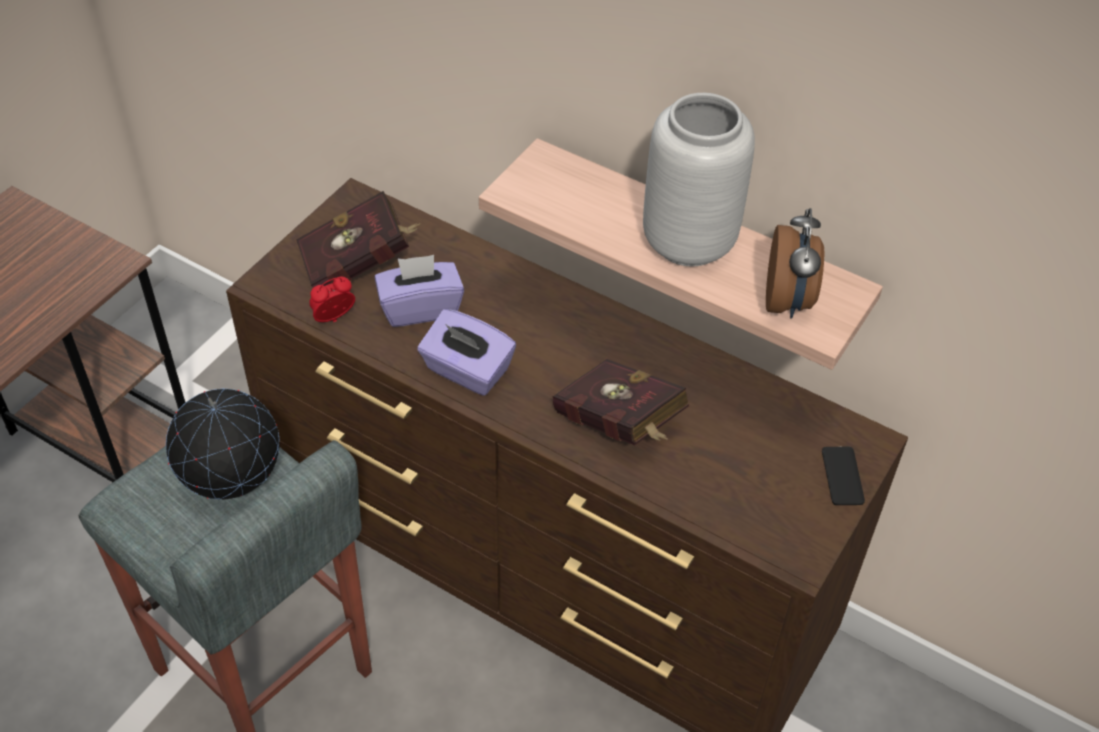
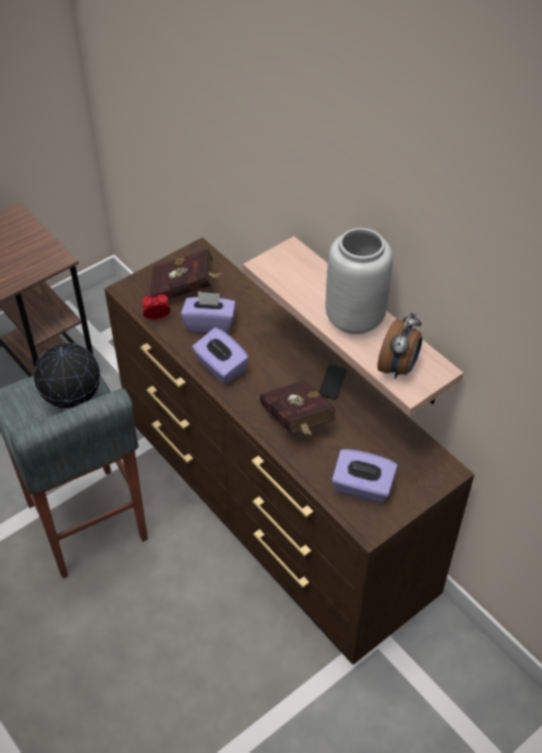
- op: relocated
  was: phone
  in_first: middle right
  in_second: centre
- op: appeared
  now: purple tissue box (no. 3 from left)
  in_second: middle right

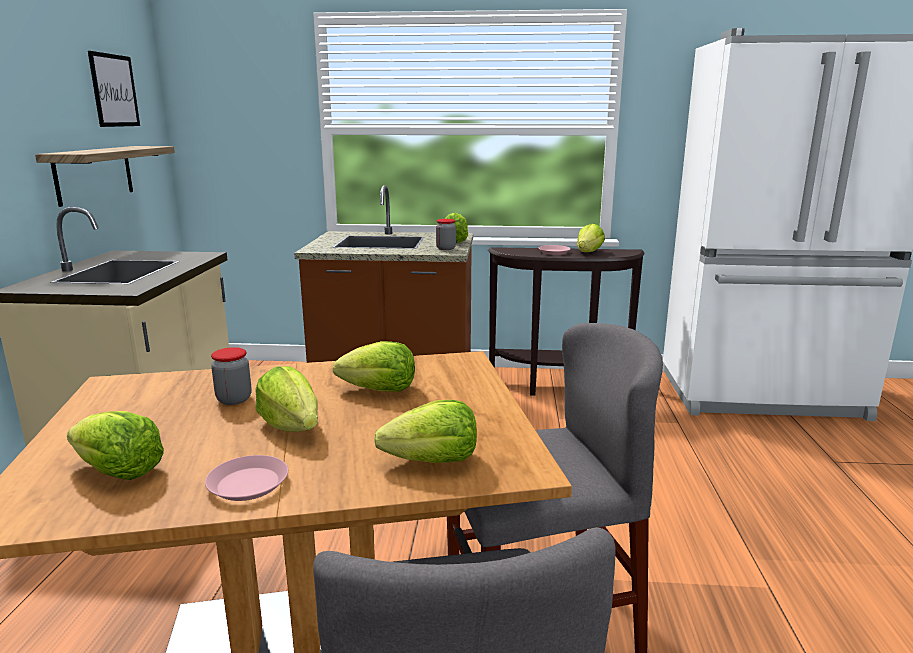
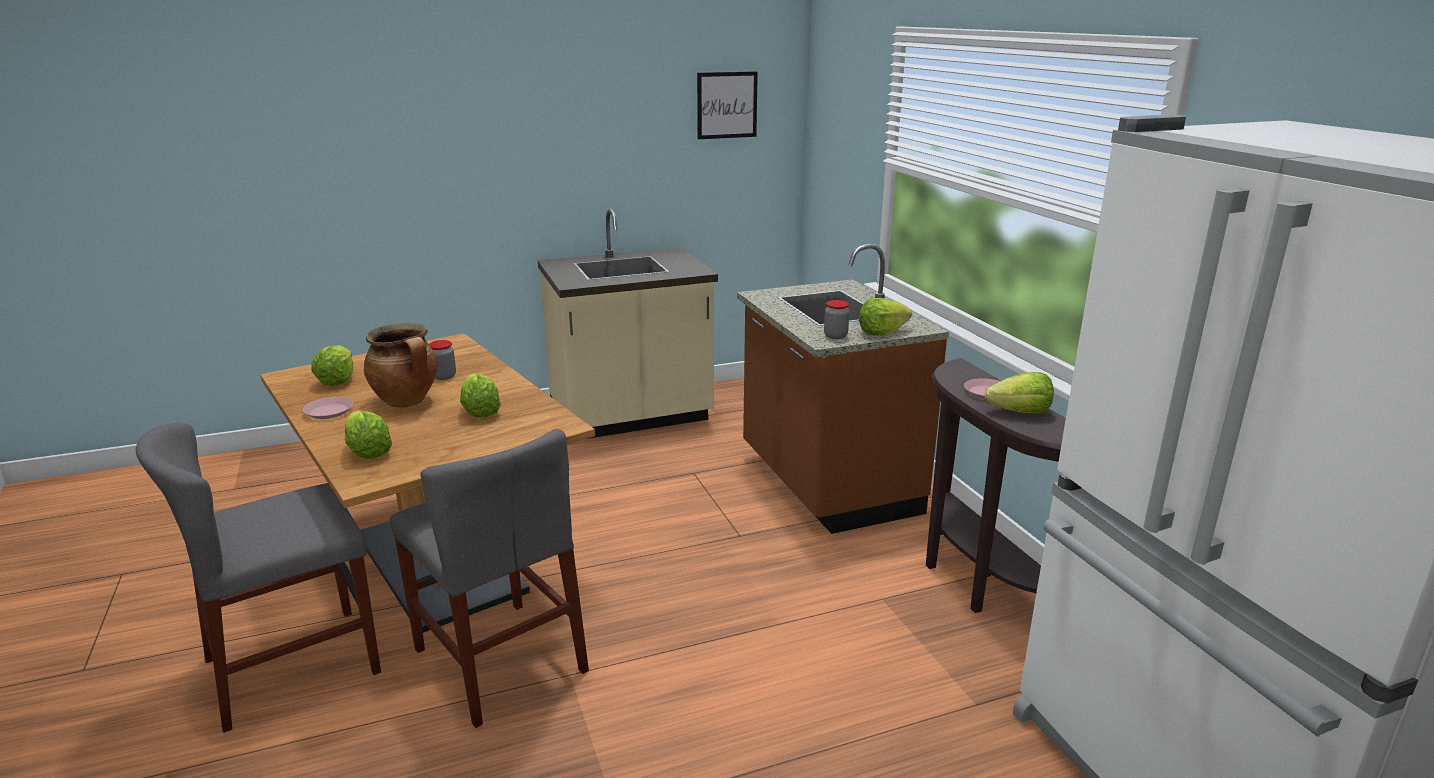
- op: missing
  was: shelf
  in_first: top left
- op: exchanged
  was: lettuce (no. 2 from left)
  now: cooking pot
  in_first: middle left
  in_second: middle left

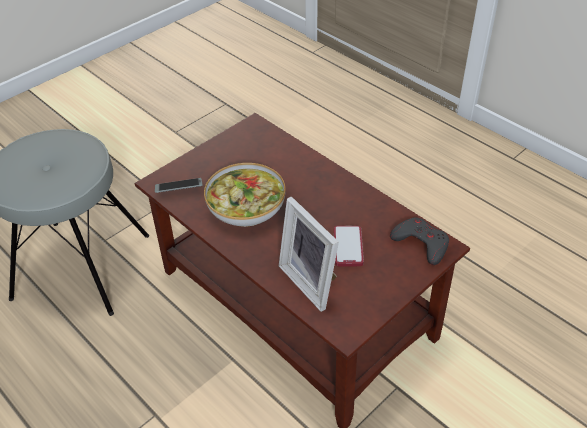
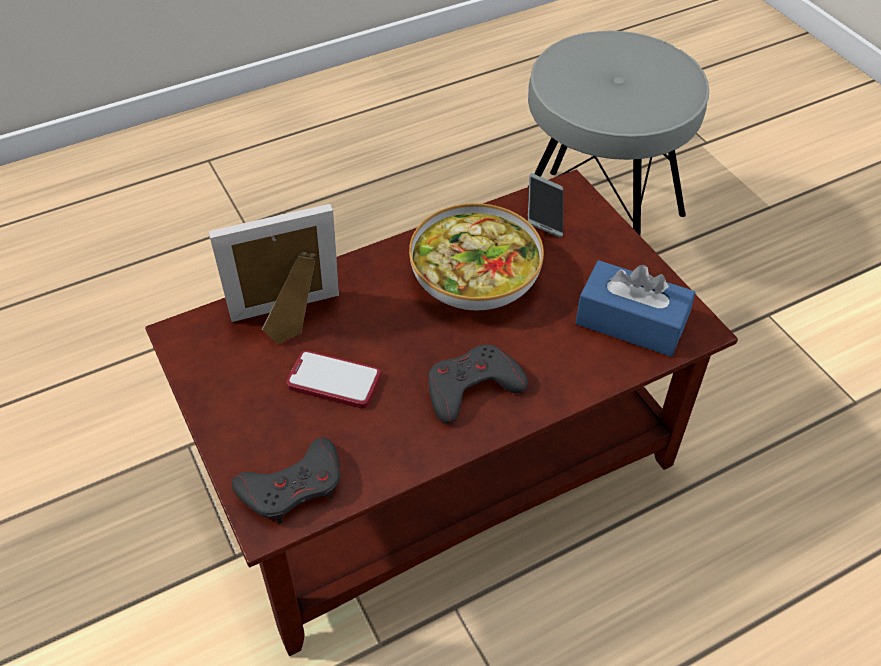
- op: appeared
  now: grey game controller (no. 2 from left)
  in_second: centre
- op: appeared
  now: blue tissue box
  in_second: middle right

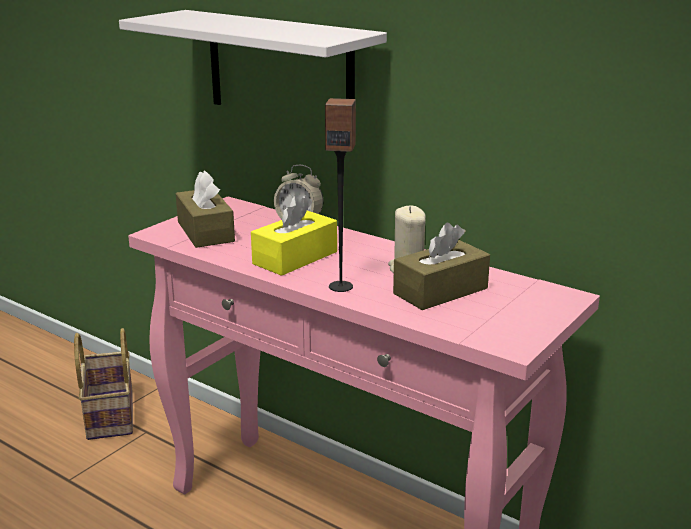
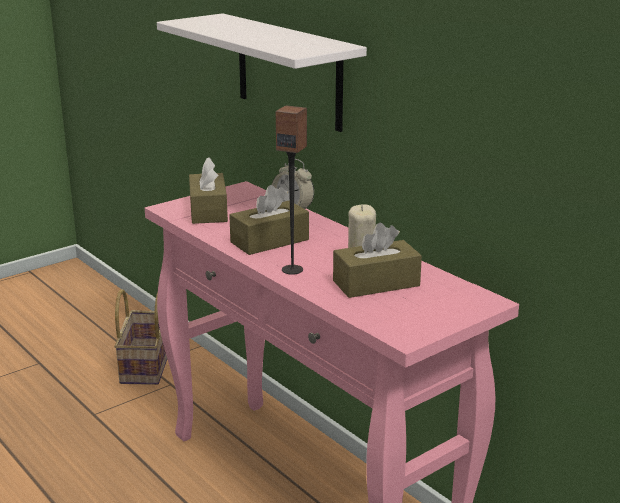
- op: colour
  was: yellow tissue box
  now: brown tissue box (no. 2 from left)
  in_first: centre
  in_second: centre

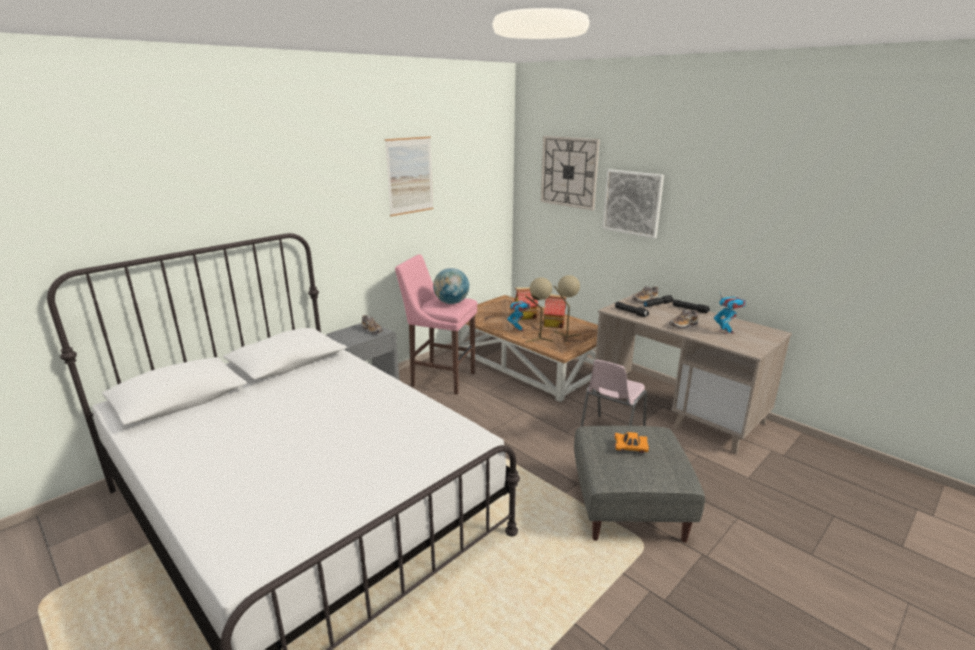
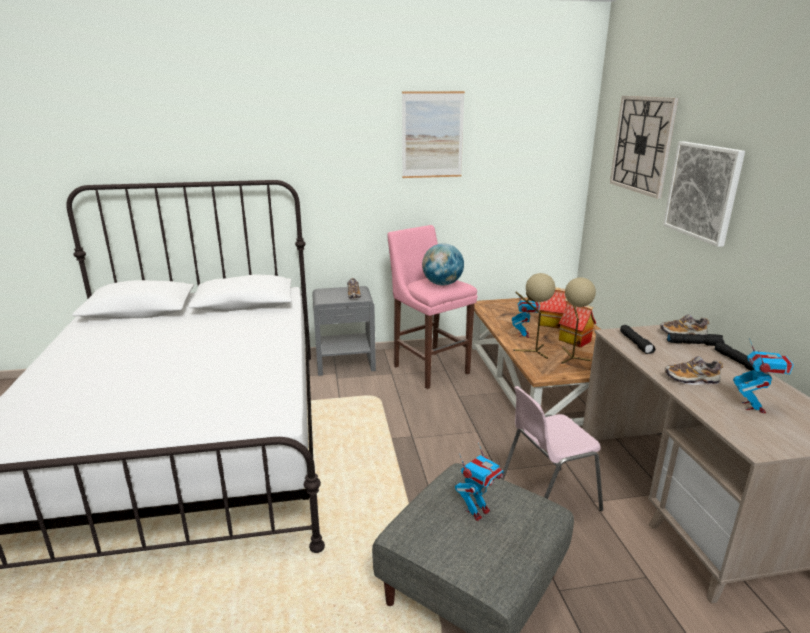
- op: exchanged
  was: orange toy car
  now: toy robot (no. 1 from left)
  in_first: bottom centre
  in_second: bottom centre

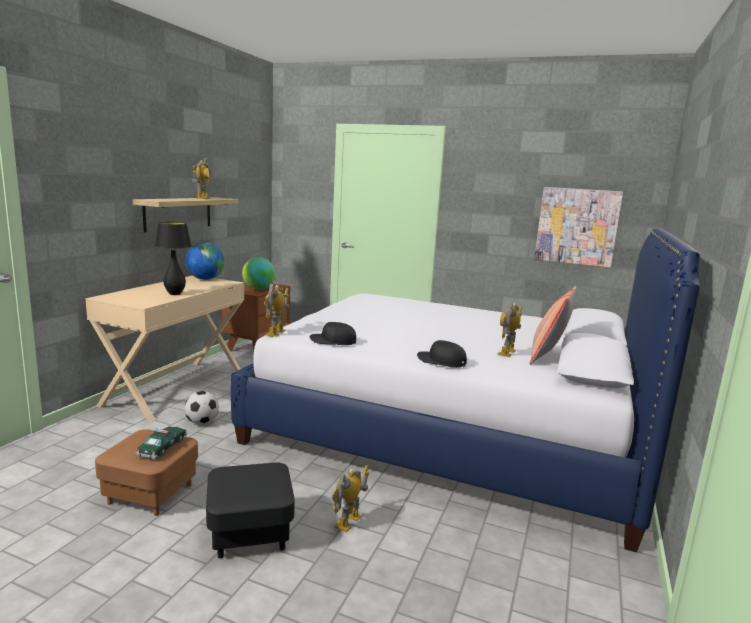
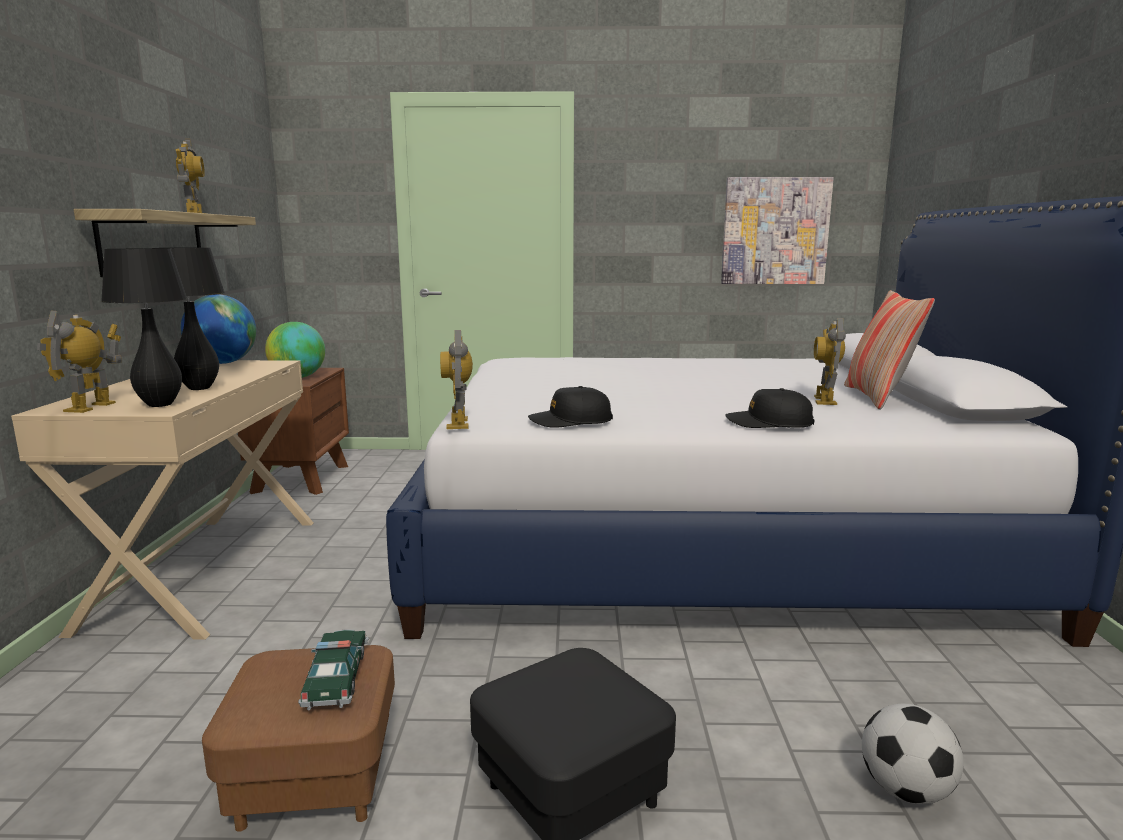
- op: relocated
  was: football
  in_first: middle left
  in_second: bottom right
- op: relocated
  was: toy robot (no. 3 from left in the first image)
  now: toy robot (no. 1 from left)
  in_first: bottom centre
  in_second: middle left
- op: appeared
  now: black table lamp (no. 1 from left)
  in_second: middle left

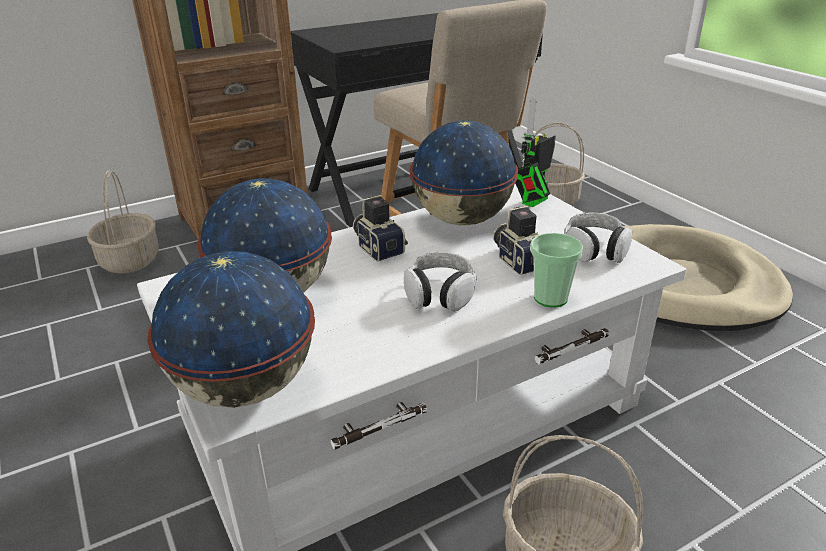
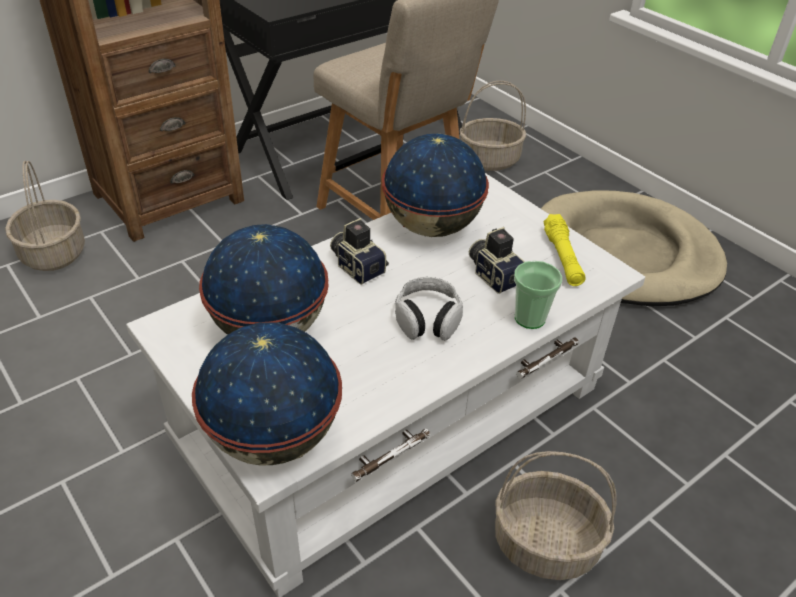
- op: missing
  was: toy robot
  in_first: top centre
- op: exchanged
  was: headphones (no. 2 from left)
  now: yellow flashlight
  in_first: middle right
  in_second: middle right

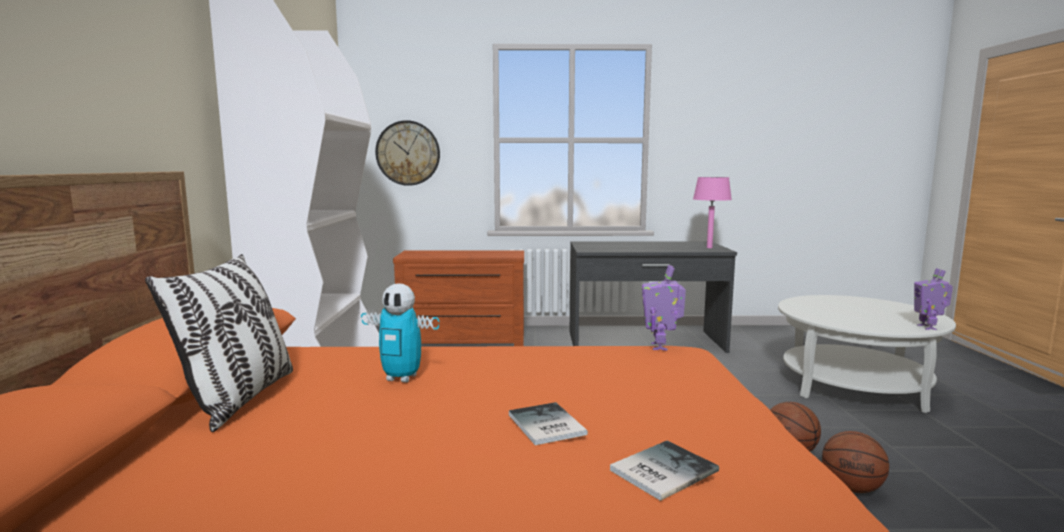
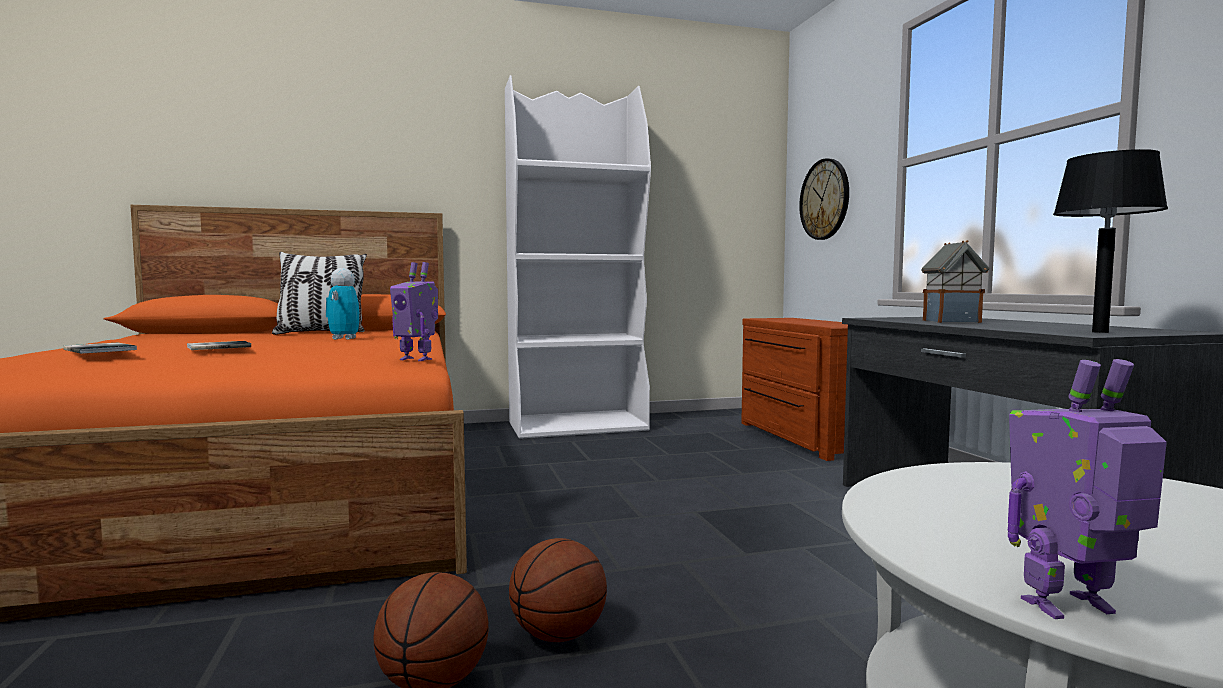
- op: spun
  was: toy robot (no. 2 from left)
  in_first: centre
  in_second: centre
  clockwise: -150
- op: colour
  was: pink table lamp
  now: black table lamp
  in_first: middle right
  in_second: middle right
- op: appeared
  now: toy house
  in_second: middle right

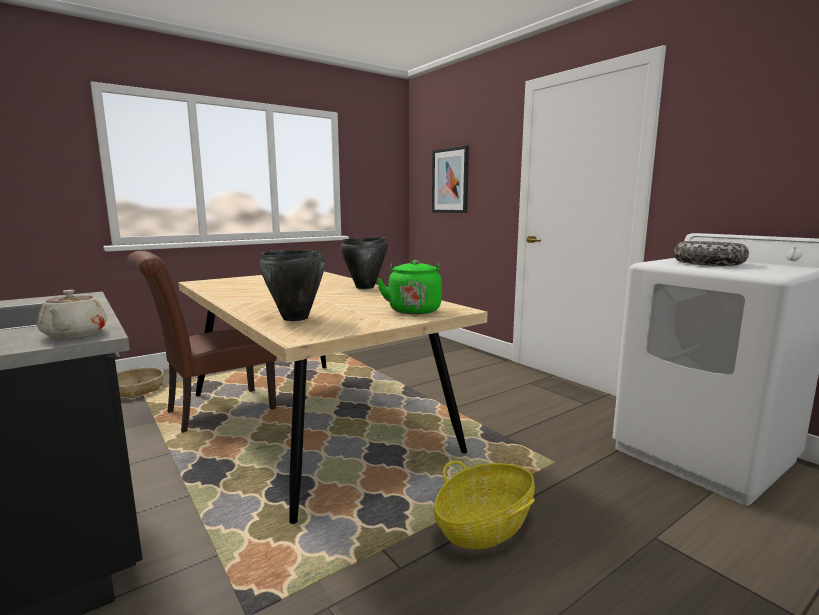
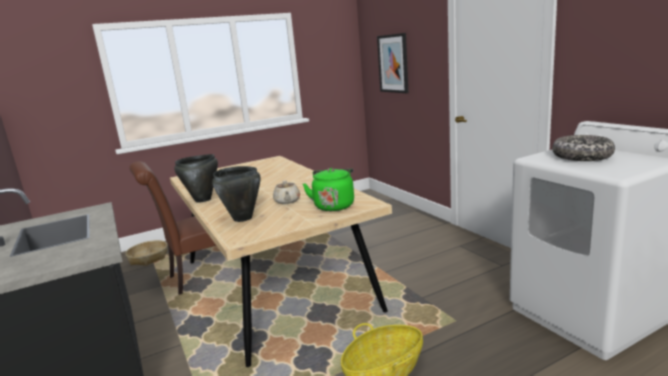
- op: relocated
  was: beige teapot
  in_first: middle left
  in_second: centre
- op: relocated
  was: black cooking pot (no. 2 from left in the first image)
  now: black cooking pot (no. 1 from left)
  in_first: centre
  in_second: middle left

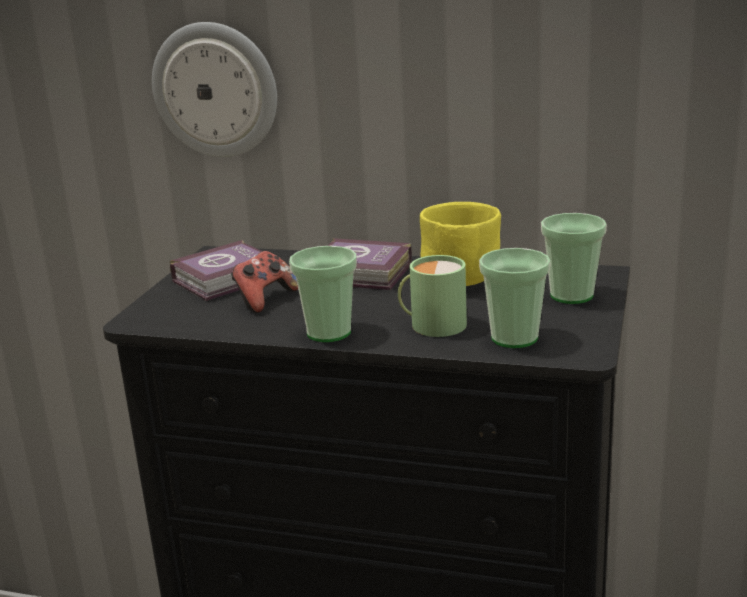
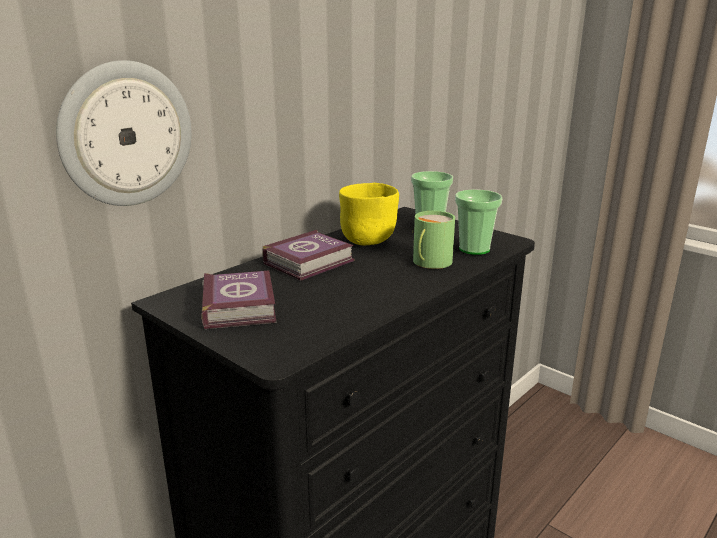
- op: missing
  was: game controller
  in_first: centre
- op: missing
  was: cup (no. 1 from left)
  in_first: centre

